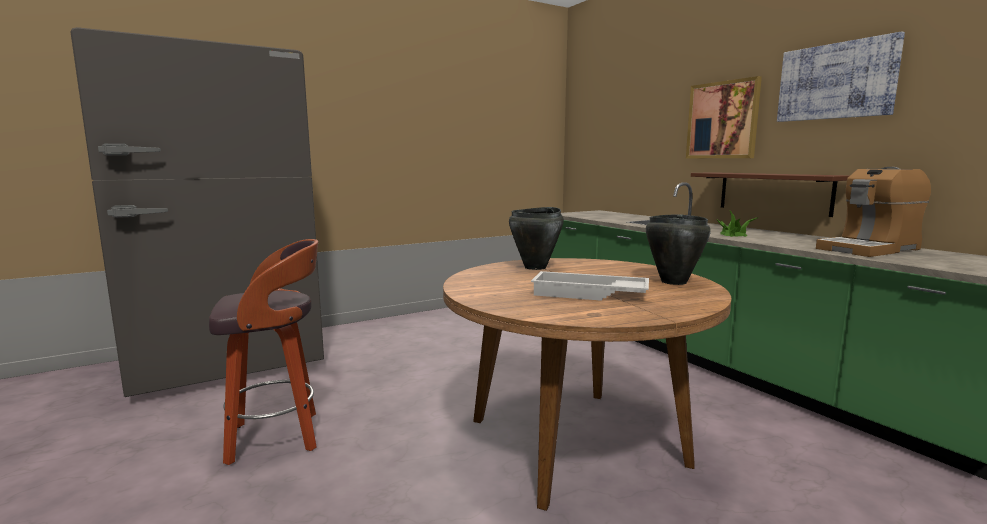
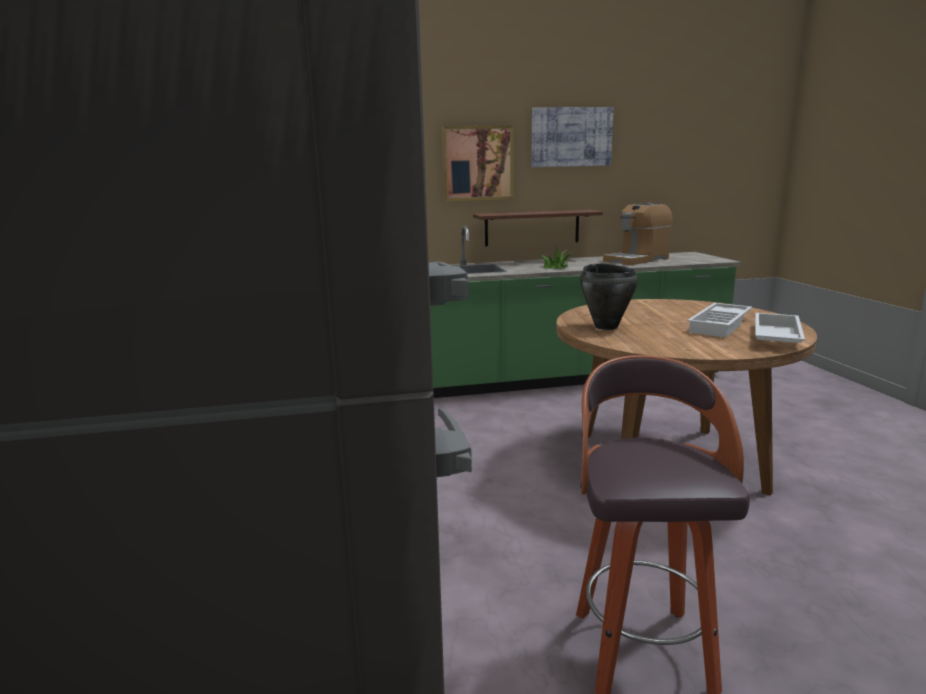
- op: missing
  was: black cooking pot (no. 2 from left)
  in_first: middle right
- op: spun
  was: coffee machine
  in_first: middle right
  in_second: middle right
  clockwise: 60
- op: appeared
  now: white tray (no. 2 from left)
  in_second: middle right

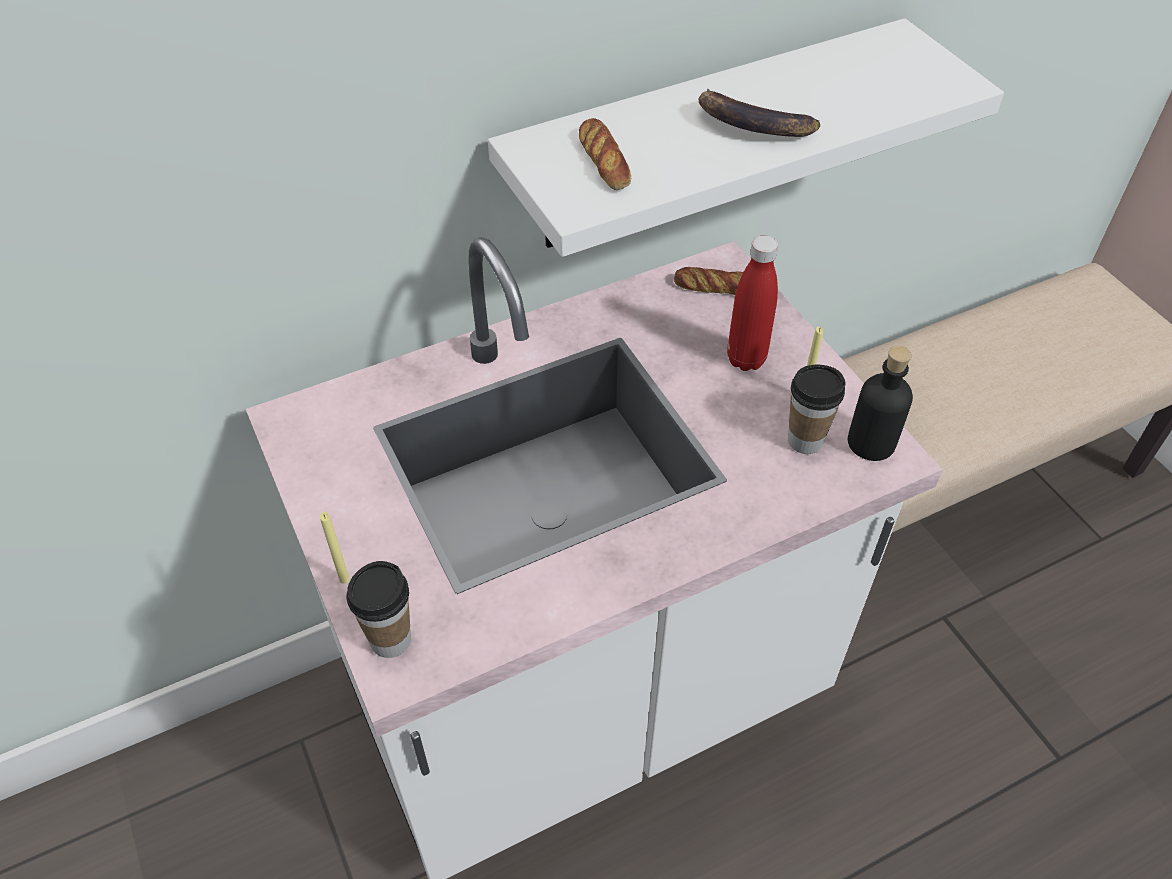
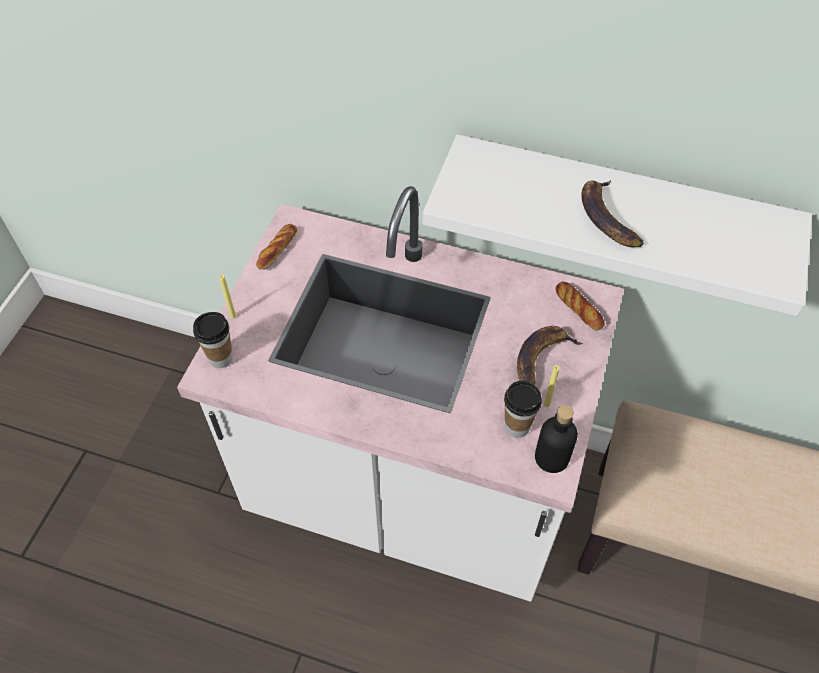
- op: relocated
  was: bread (no. 1 from left)
  in_first: top centre
  in_second: centre
- op: exchanged
  was: red bottle
  now: banana (no. 1 from left)
  in_first: centre
  in_second: middle right

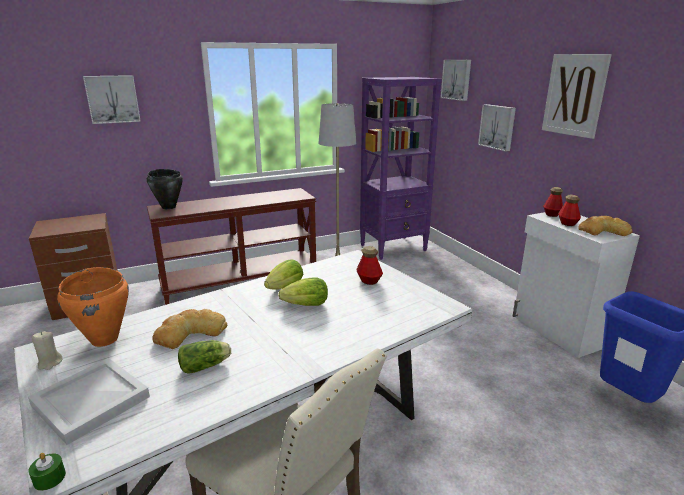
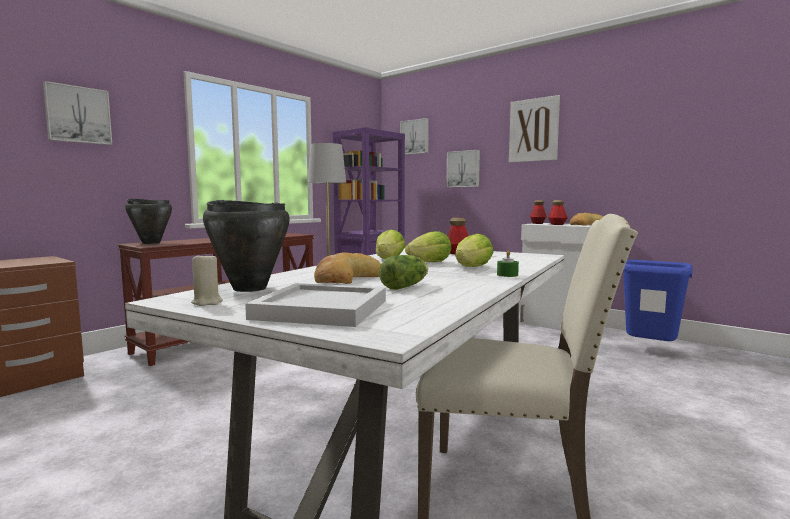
- op: relocated
  was: green candle
  in_first: bottom left
  in_second: centre
- op: colour
  was: orange cooking pot
  now: black cooking pot (no. 2 from left)
  in_first: middle left
  in_second: middle left
- op: appeared
  now: lettuce (no. 4 from left)
  in_second: centre

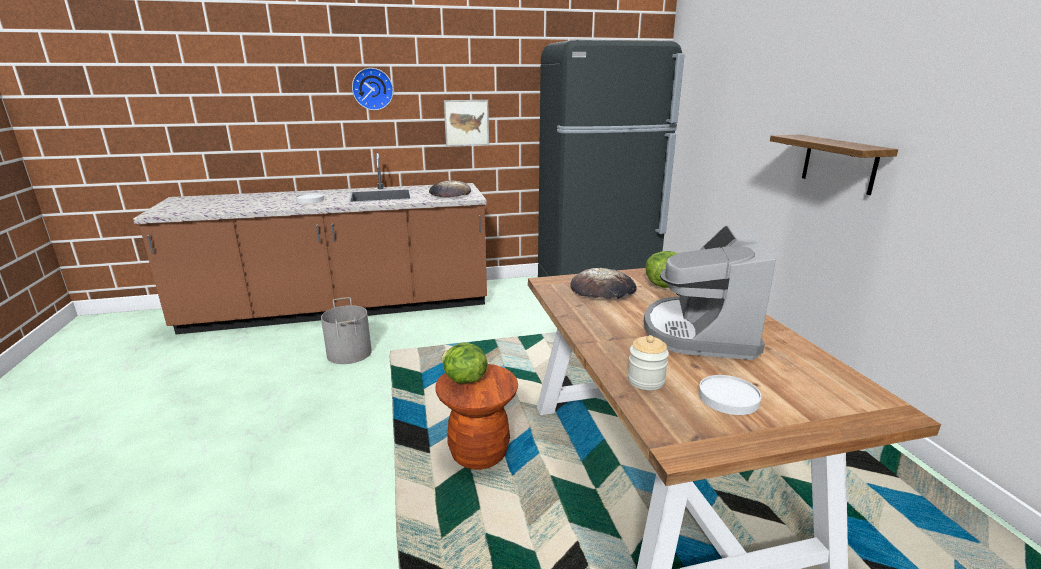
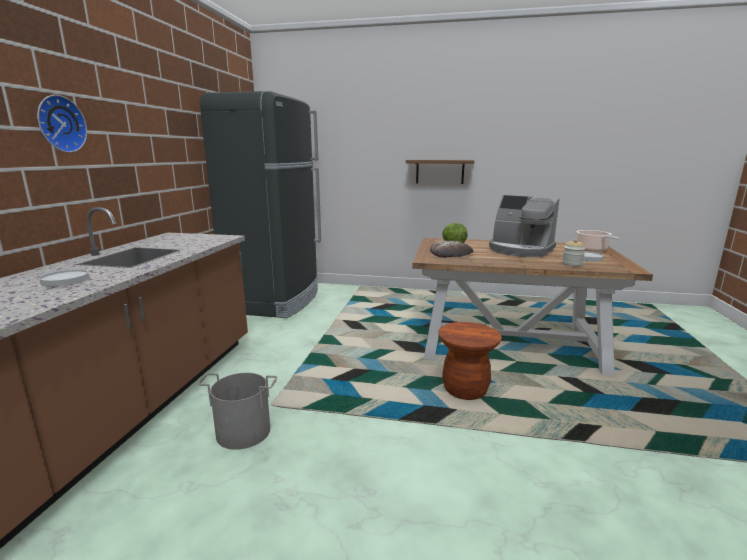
- op: missing
  was: bread (no. 1 from left)
  in_first: top centre
- op: missing
  was: lettuce (no. 1 from left)
  in_first: centre
- op: missing
  was: picture
  in_first: top centre
- op: appeared
  now: cooking pot
  in_second: middle right

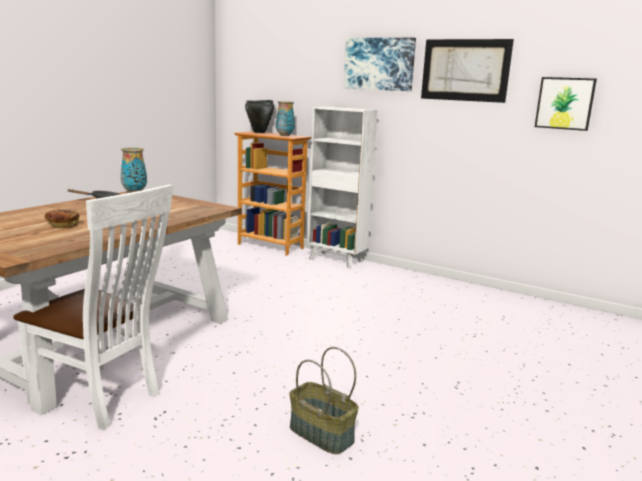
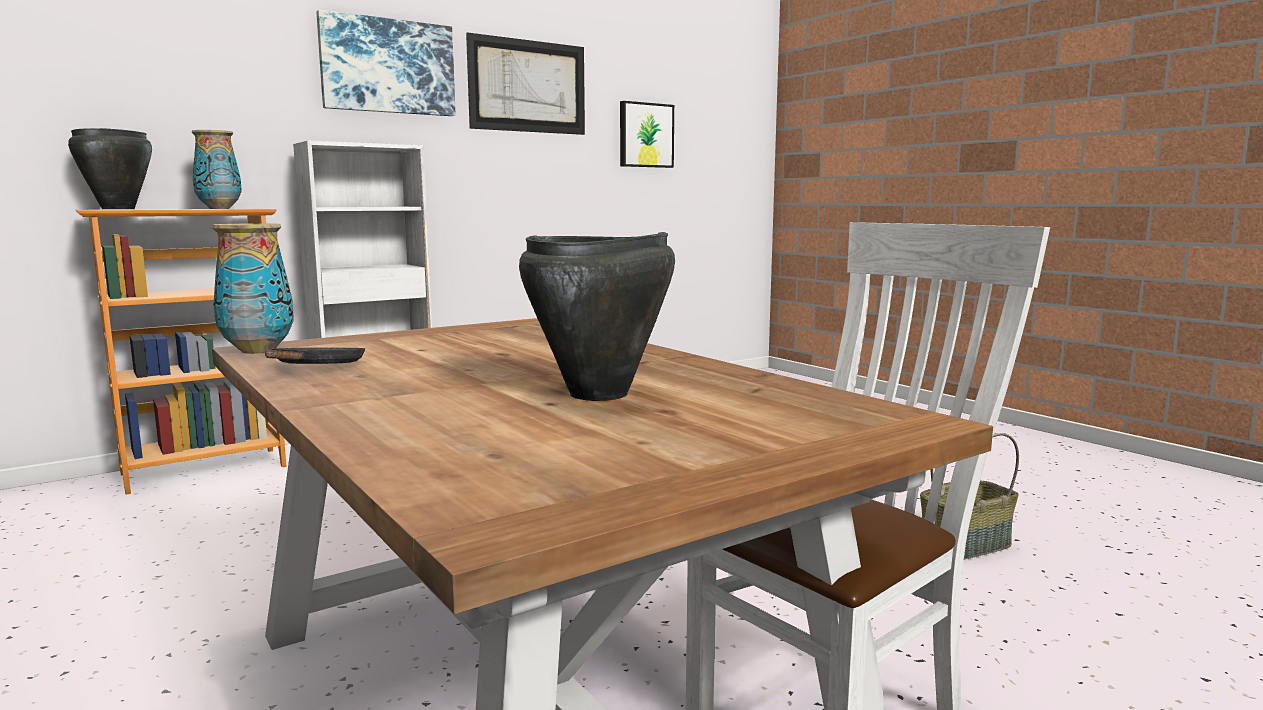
- op: exchanged
  was: bread
  now: black cooking pot (no. 2 from left)
  in_first: middle left
  in_second: centre

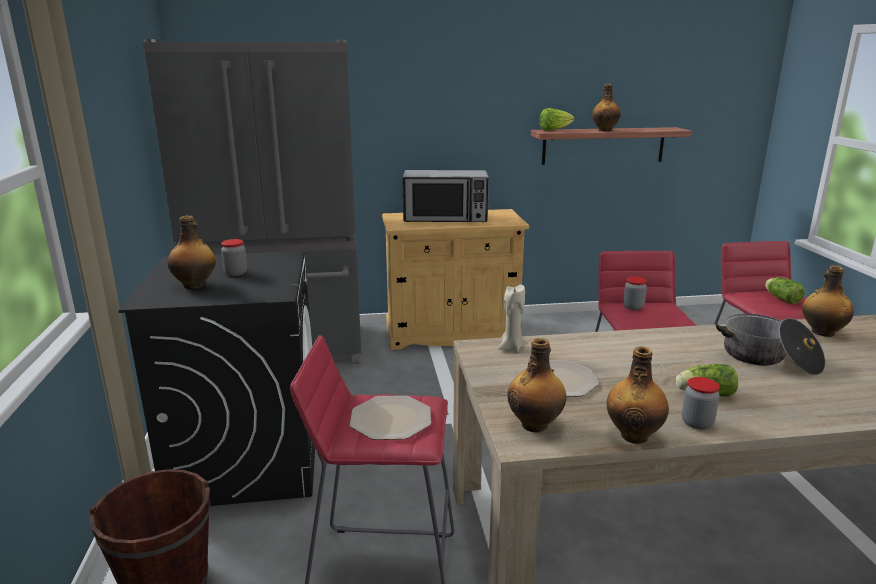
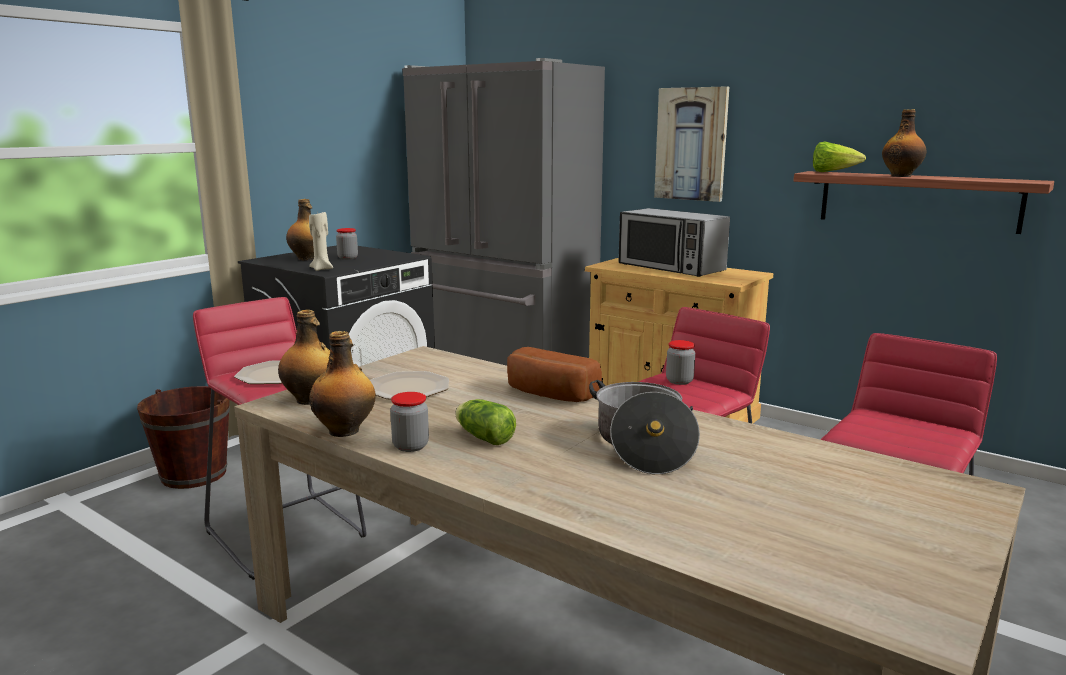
- op: relocated
  was: beige candle
  in_first: centre
  in_second: middle left
- op: missing
  was: lettuce (no. 3 from left)
  in_first: middle right
- op: missing
  was: bottle (no. 5 from left)
  in_first: middle right
- op: appeared
  now: bread
  in_second: centre
- op: appeared
  now: picture
  in_second: top centre

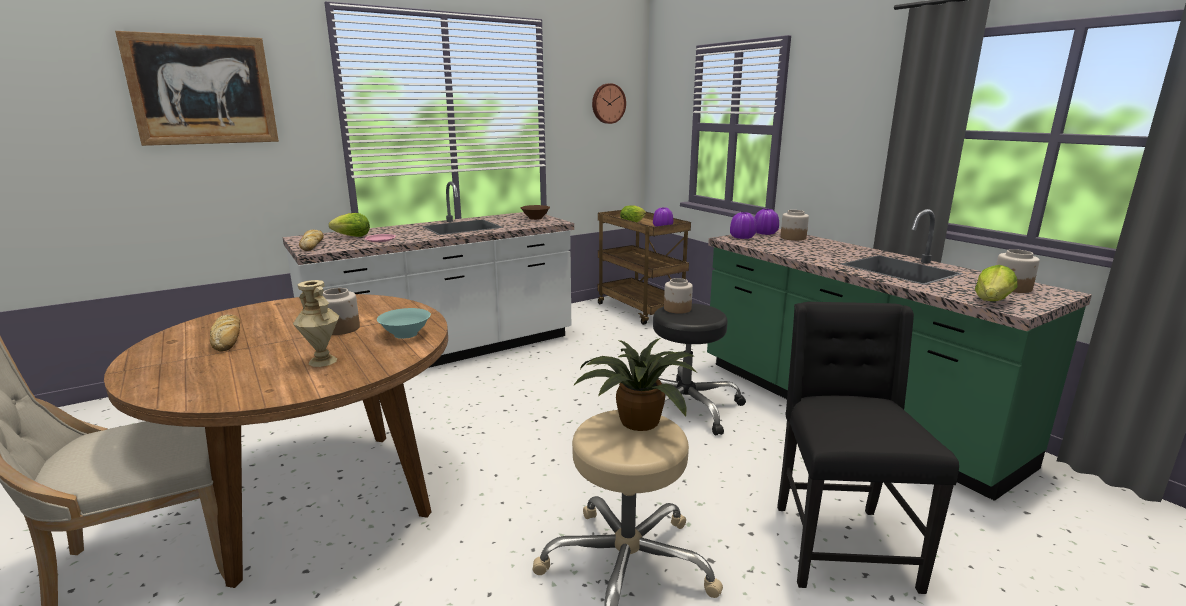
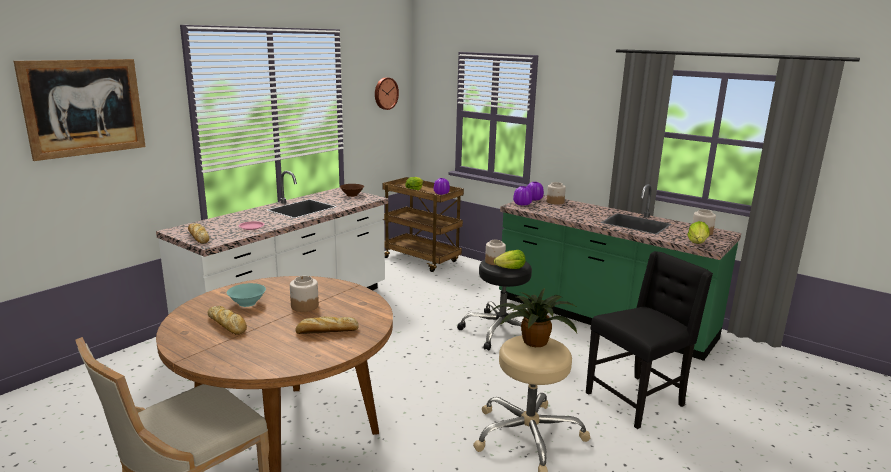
- op: exchanged
  was: beige vase
  now: bread (no. 3 from left)
  in_first: middle left
  in_second: bottom centre
- op: relocated
  was: lettuce (no. 1 from left in the first image)
  now: lettuce (no. 2 from left)
  in_first: middle left
  in_second: centre
- op: relocated
  was: turquoise bowl
  in_first: centre
  in_second: middle left
- op: spun
  was: black chair
  in_first: bottom right
  in_second: bottom right
  clockwise: 75

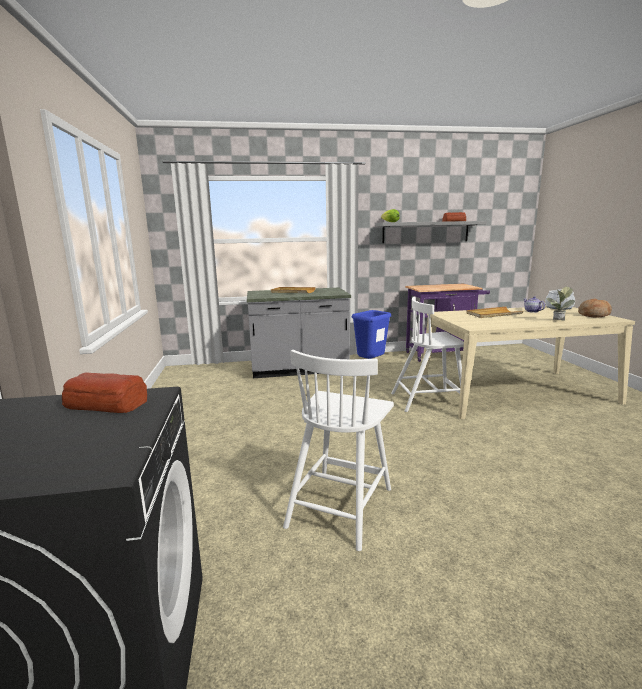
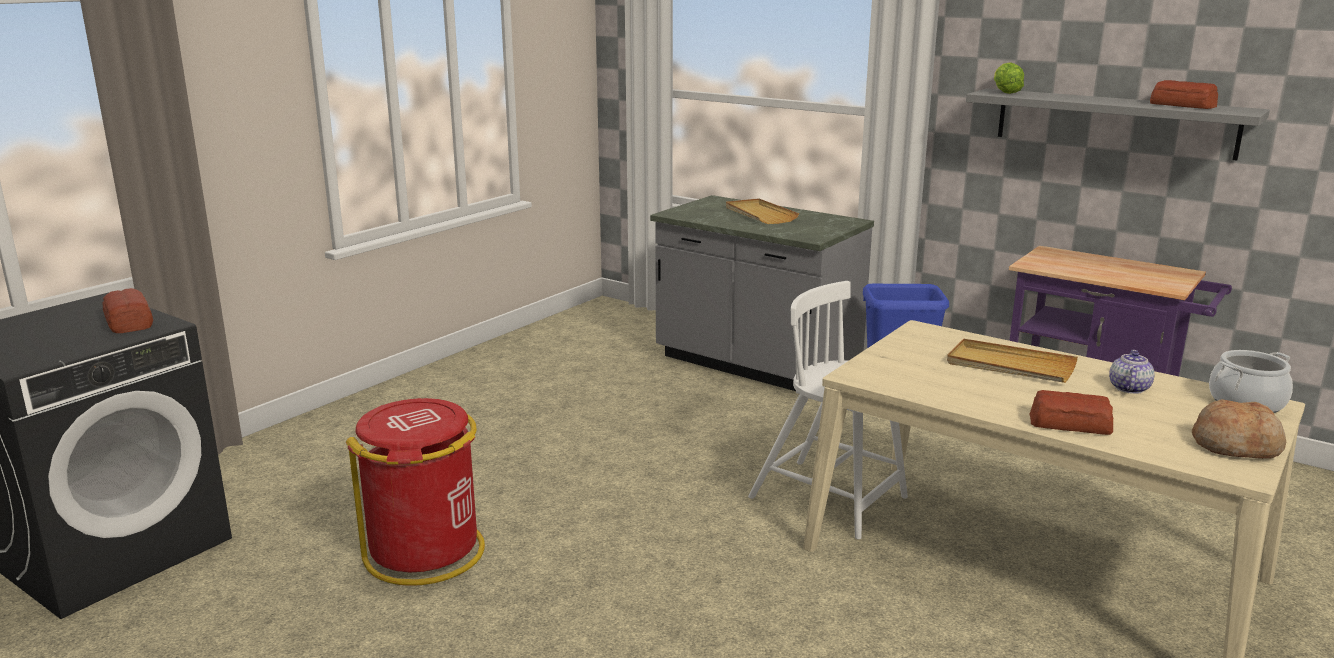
- op: exchanged
  was: white chair (no. 1 from left)
  now: red trash can
  in_first: centre
  in_second: bottom left
- op: exchanged
  was: potted plant
  now: bread (no. 2 from left)
  in_first: middle right
  in_second: middle right

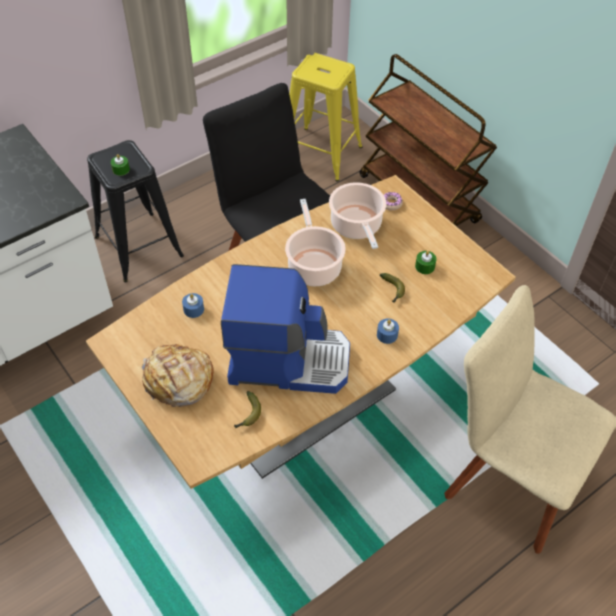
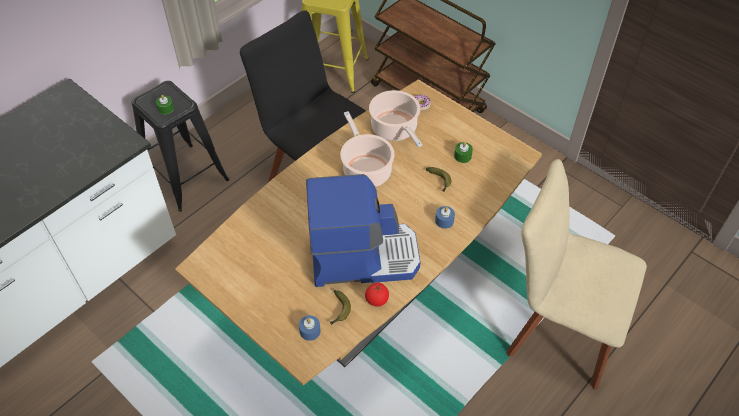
- op: missing
  was: bread
  in_first: middle left
- op: relocated
  was: blue candle (no. 1 from left)
  in_first: middle left
  in_second: bottom centre
- op: appeared
  now: tomato
  in_second: bottom centre

